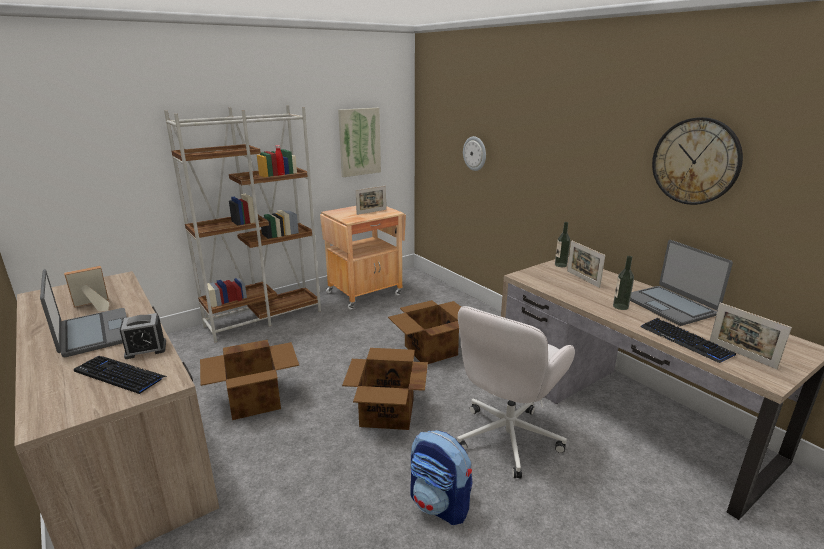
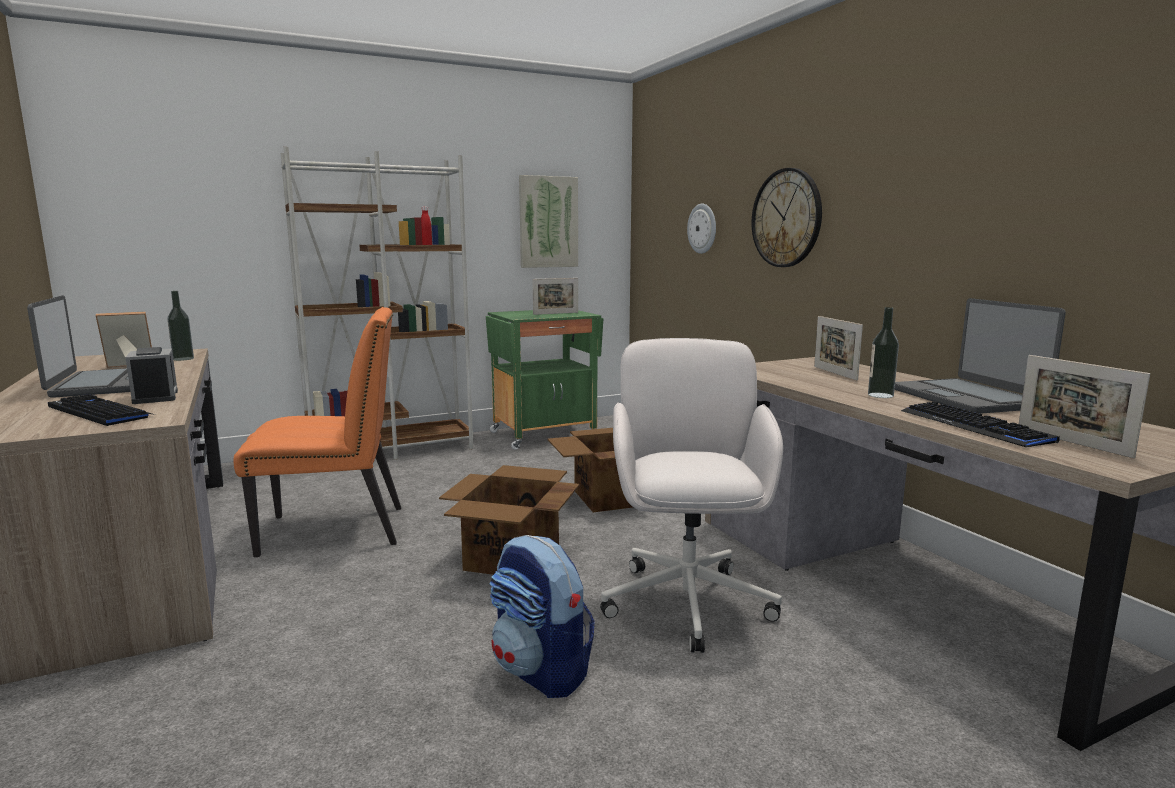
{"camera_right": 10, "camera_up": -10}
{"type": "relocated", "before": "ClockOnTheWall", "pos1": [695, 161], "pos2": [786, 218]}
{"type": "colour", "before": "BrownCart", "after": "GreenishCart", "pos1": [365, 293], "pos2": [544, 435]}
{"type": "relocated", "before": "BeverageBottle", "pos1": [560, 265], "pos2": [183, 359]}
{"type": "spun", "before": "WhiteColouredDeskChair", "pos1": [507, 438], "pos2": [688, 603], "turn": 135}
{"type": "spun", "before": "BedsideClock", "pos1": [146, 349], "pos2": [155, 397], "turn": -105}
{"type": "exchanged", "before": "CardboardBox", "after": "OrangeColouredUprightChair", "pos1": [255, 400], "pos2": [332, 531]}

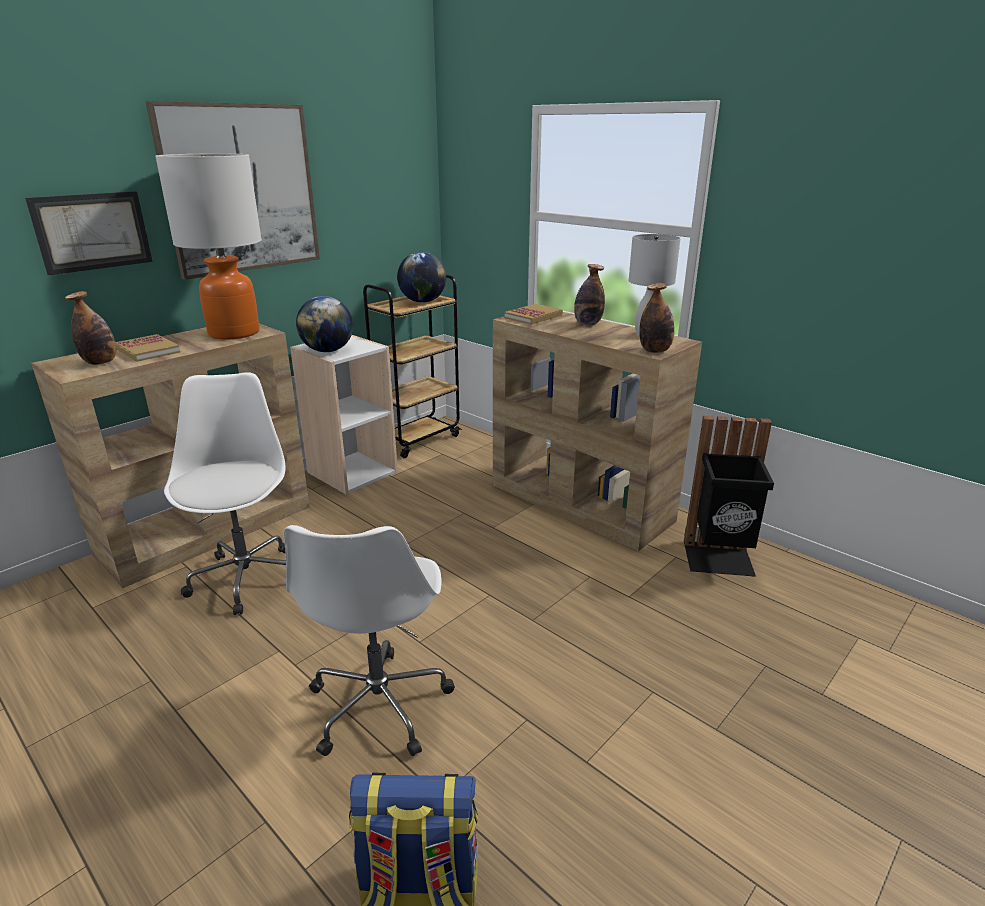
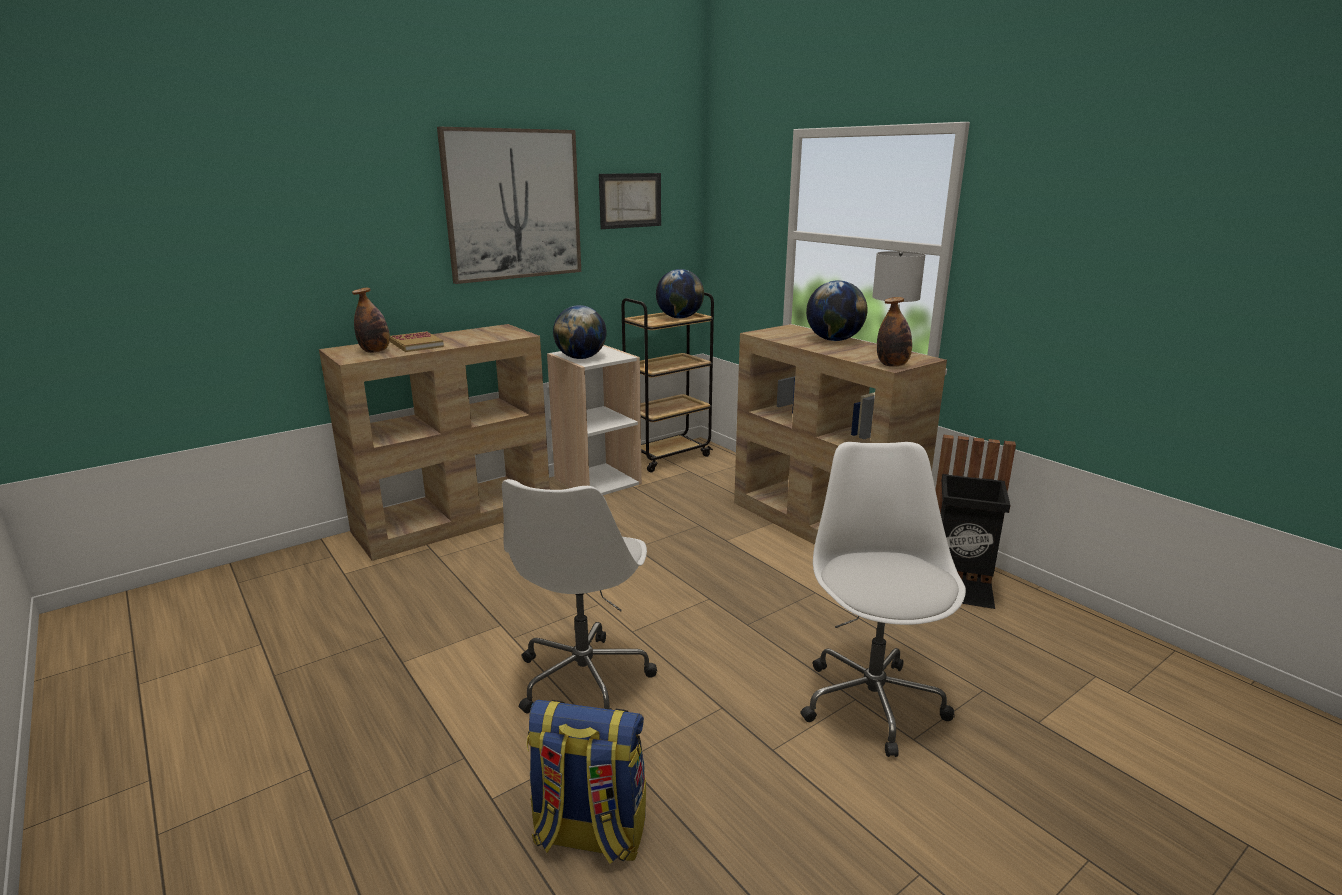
{"camera_right": 10, "camera_up": -5}
{"type": "missing", "before": "TableLamp", "pos1": [234, 333]}
{"type": "relocated", "before": "WallPicture", "pos1": [92, 231], "pos2": [630, 200]}
{"type": "exchanged", "before": "BeverageBottle", "after": "Globe", "pos1": [587, 324], "pos2": [834, 340]}
{"type": "missing", "before": "Volume", "pos1": [533, 317]}
{"type": "relocated", "before": "WhiteColouredDeskChair", "pos1": [247, 577], "pos2": [870, 701]}

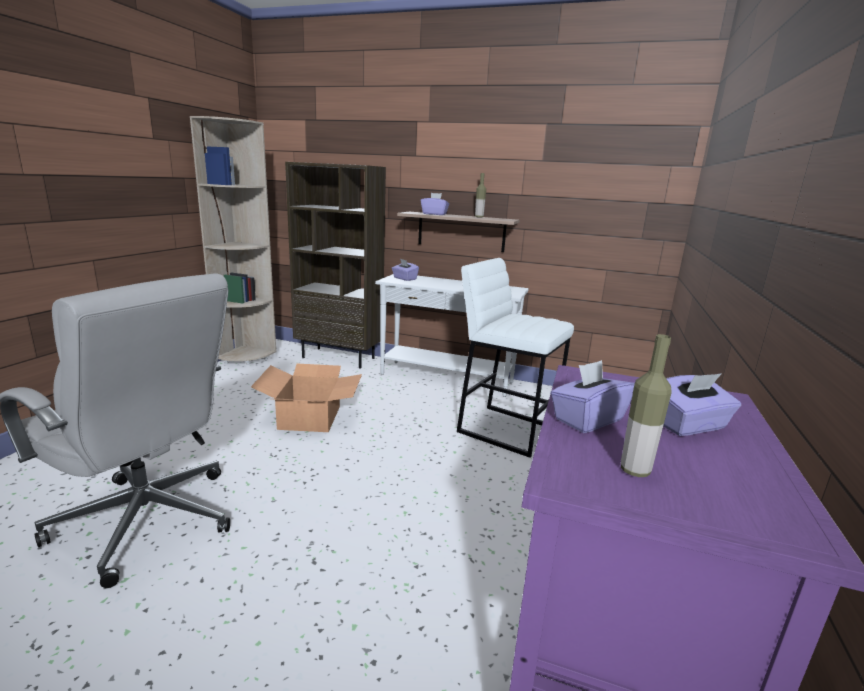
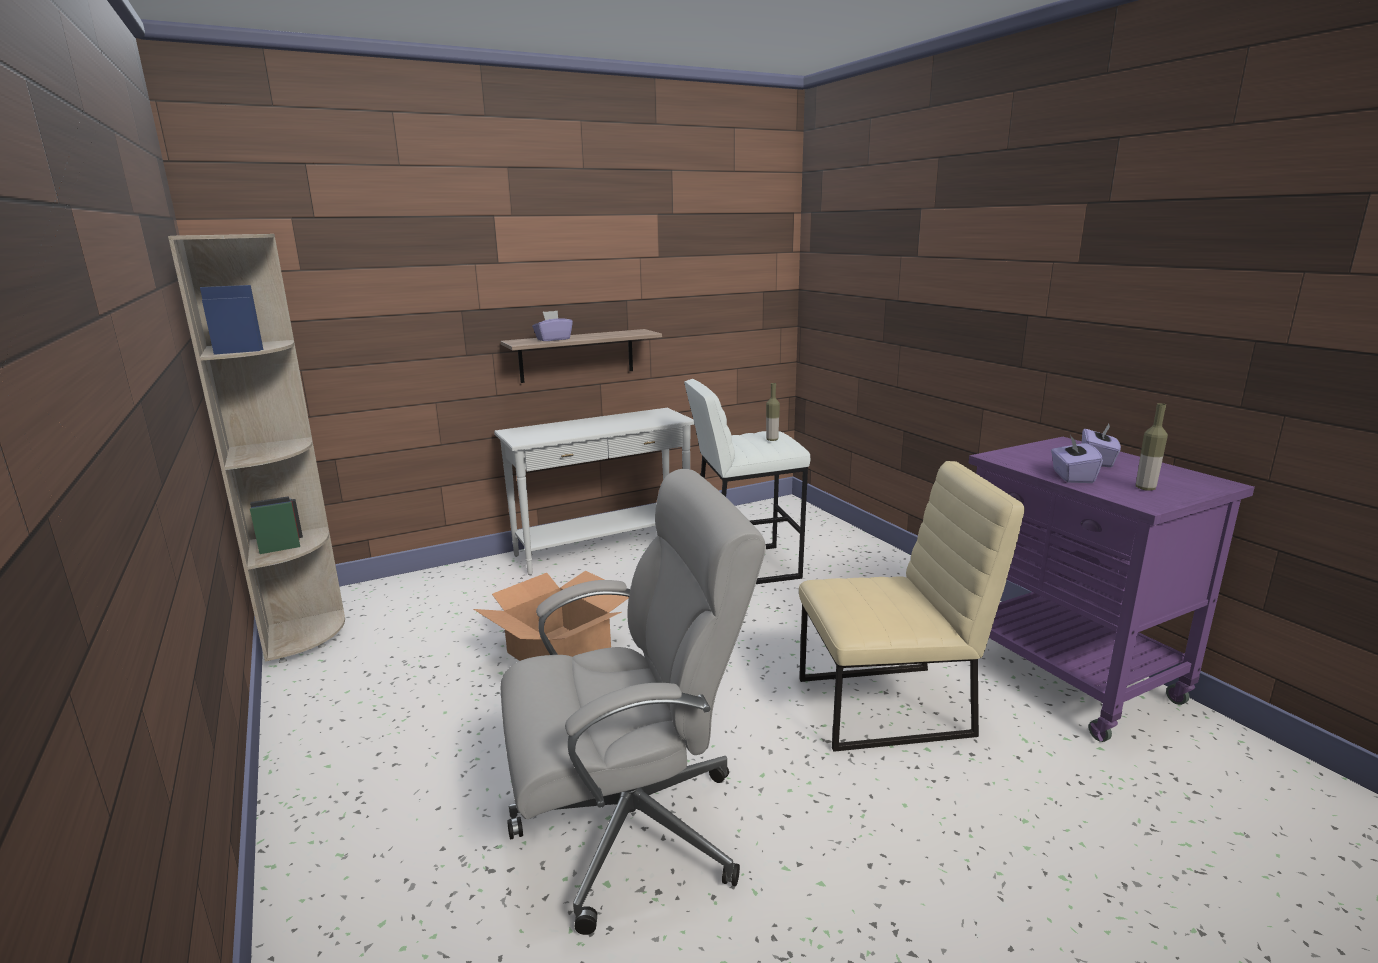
{"camera_right": -45, "camera_up": 0}
{"type": "missing", "before": "BrownBookshelf", "pos1": [339, 357]}
{"type": "relocated", "before": "BeverageBottle", "pos1": [479, 217], "pos2": [772, 440]}
{"type": "missing", "before": "PurpleTissueBox", "pos1": [404, 278]}
{"type": "appeared", "after": "BeigeUprightChair", "pos2": [889, 706]}

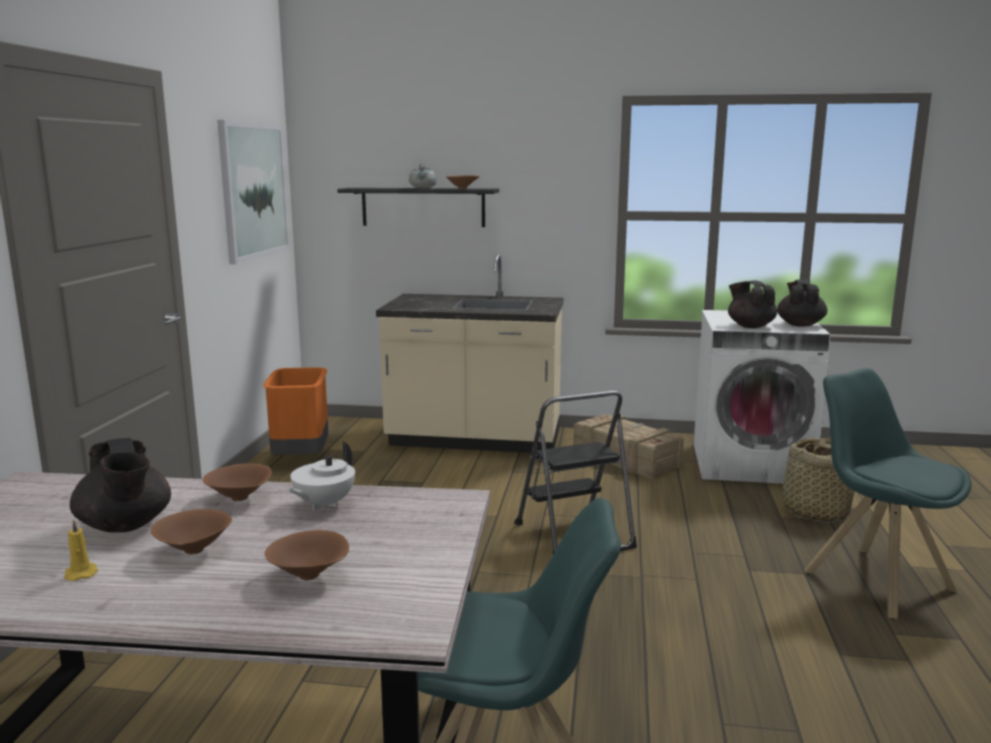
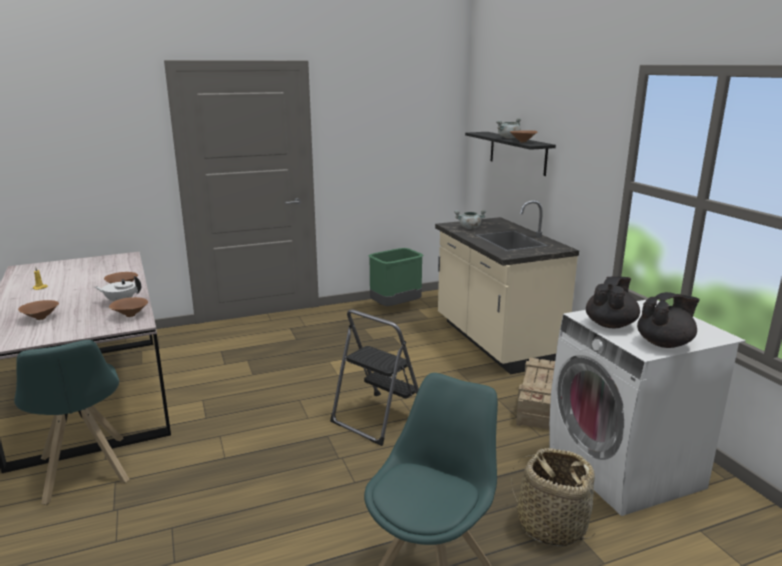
{"camera_right": 60, "camera_up": 5}
{"type": "missing", "before": "WallPicture", "pos1": [254, 190]}
{"type": "colour", "before": "OrangeColouredWasteBin", "after": "GreenishWasteBin", "pos1": [300, 458], "pos2": [395, 307]}
{"type": "missing", "before": "BlackColouredTeaPot", "pos1": [125, 526]}
{"type": "relocated", "before": "BrownBowl", "pos1": [193, 551], "pos2": [129, 315]}
{"type": "appeared", "after": "GreyishSaucepot", "pos2": [469, 228]}

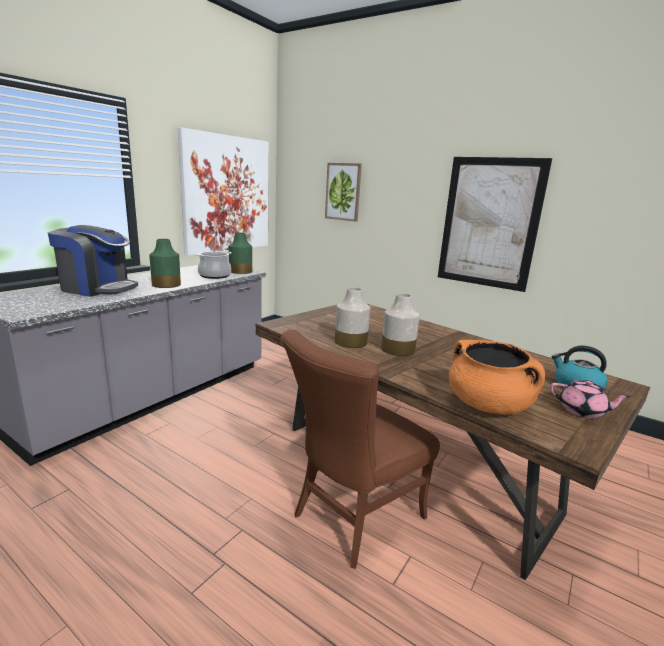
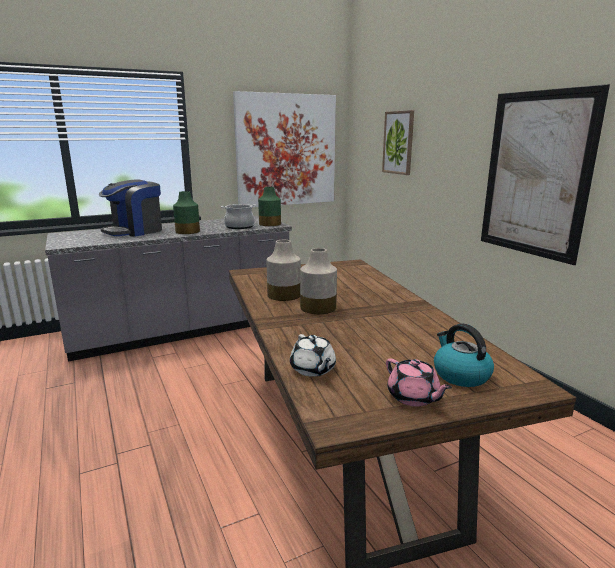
{"camera_right": 30, "camera_up": 0}
{"type": "spun", "before": "CoffeeMaker", "pos1": [97, 288], "pos2": [135, 231], "turn": 90}
{"type": "missing", "before": "BrownUprightChair", "pos1": [352, 518]}
{"type": "exchanged", "before": "OrangeColouredSaucepot", "after": "WhiteColouredTeaPot", "pos1": [488, 406], "pos2": [313, 369]}

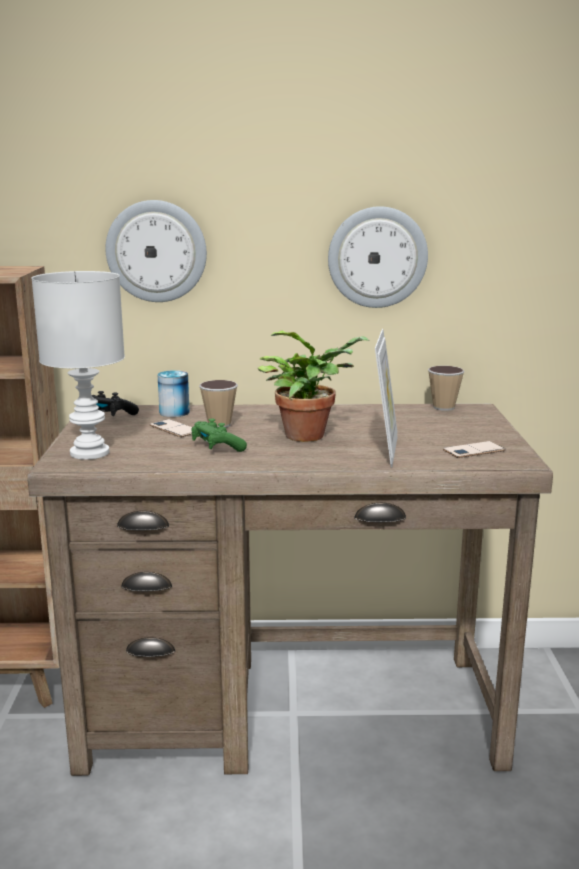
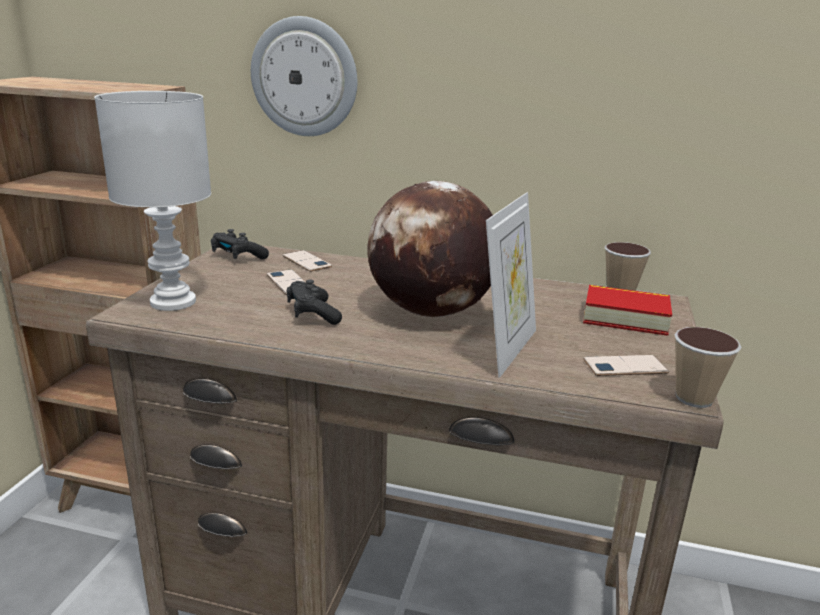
{"camera_right": 15, "camera_up": 5}
{"type": "missing", "before": "ClockOnTheWall", "pos1": [377, 257]}
{"type": "exchanged", "before": "Houseplant", "after": "Globe", "pos1": [309, 435], "pos2": [431, 312]}
{"type": "exchanged", "before": "MetalCan", "after": "Phone", "pos1": [174, 412], "pos2": [306, 261]}
{"type": "relocated", "before": "DrinkingCup", "pos1": [219, 424], "pos2": [694, 398]}
{"type": "colour", "before": "GreenishGameController", "after": "BlackColouredGameController", "pos1": [217, 447], "pos2": [313, 314]}
{"type": "appeared", "after": "Volume", "pos2": [625, 318]}

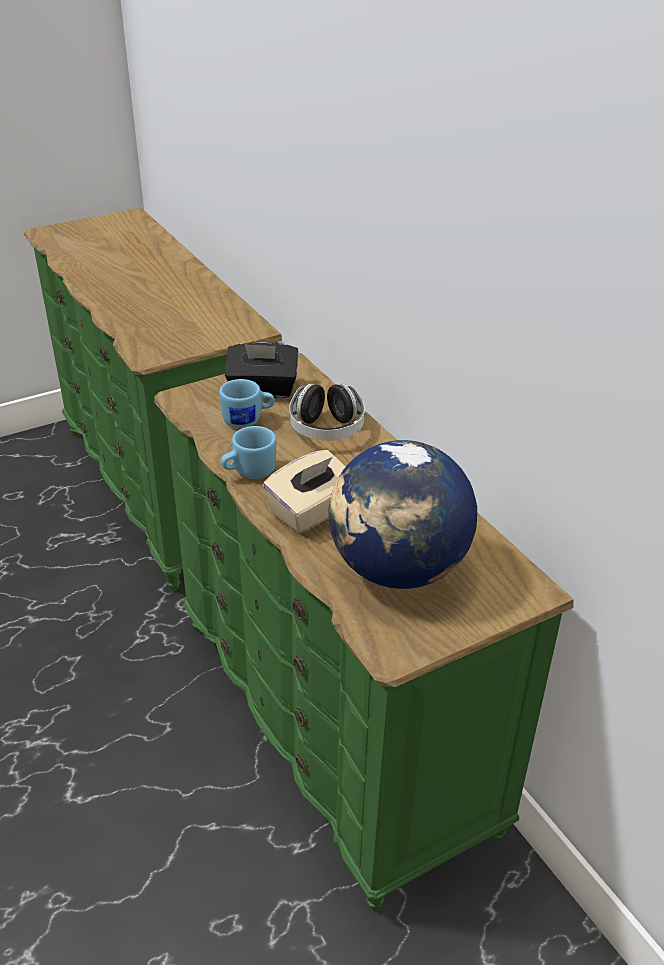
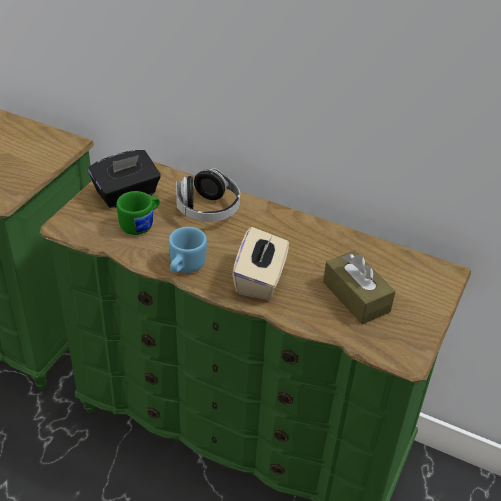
{"camera_right": -35, "camera_up": 5}
{"type": "colour", "before": "BluishCoffeeMug", "after": "GreenishCoffeeMug", "pos1": [248, 420], "pos2": [141, 224]}
{"type": "exchanged", "before": "Globe", "after": "BrownTissueBox", "pos1": [398, 570], "pos2": [356, 297]}

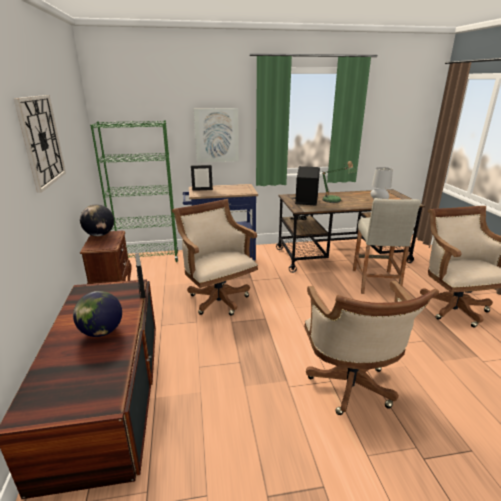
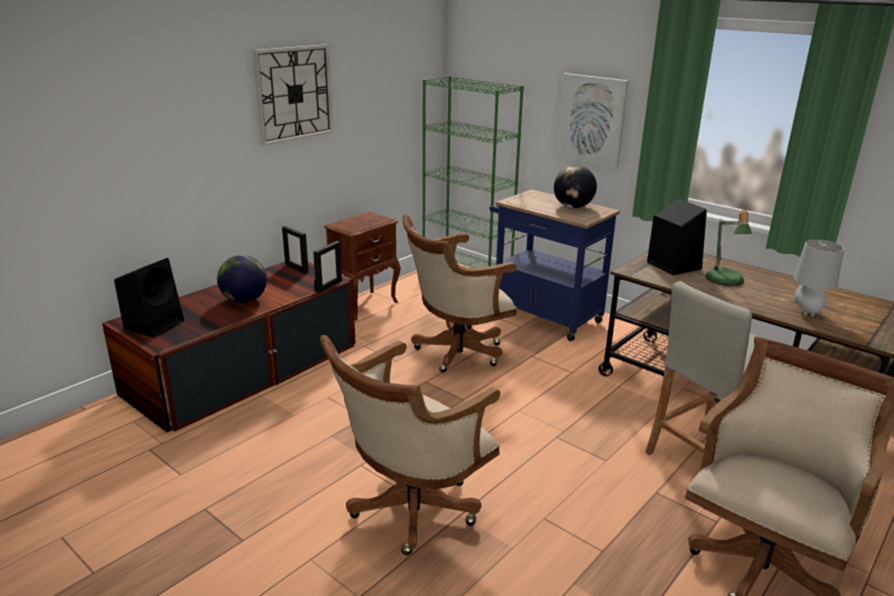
{"camera_right": 50, "camera_up": 0}
{"type": "relocated", "before": "PhotoFrame", "pos1": [202, 189], "pos2": [297, 268]}
{"type": "spun", "before": "DeskChair", "pos1": [217, 299], "pos2": [455, 353], "turn": -135}
{"type": "relocated", "before": "Globe", "pos1": [99, 235], "pos2": [573, 207]}
{"type": "appeared", "after": "BlackColouredSpeaker", "pos2": [155, 324]}

